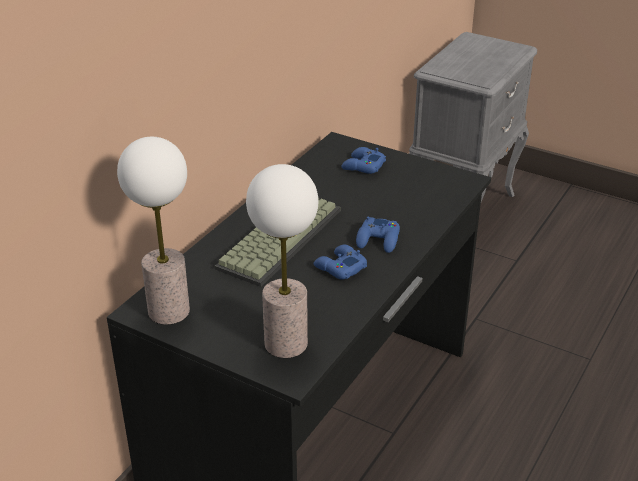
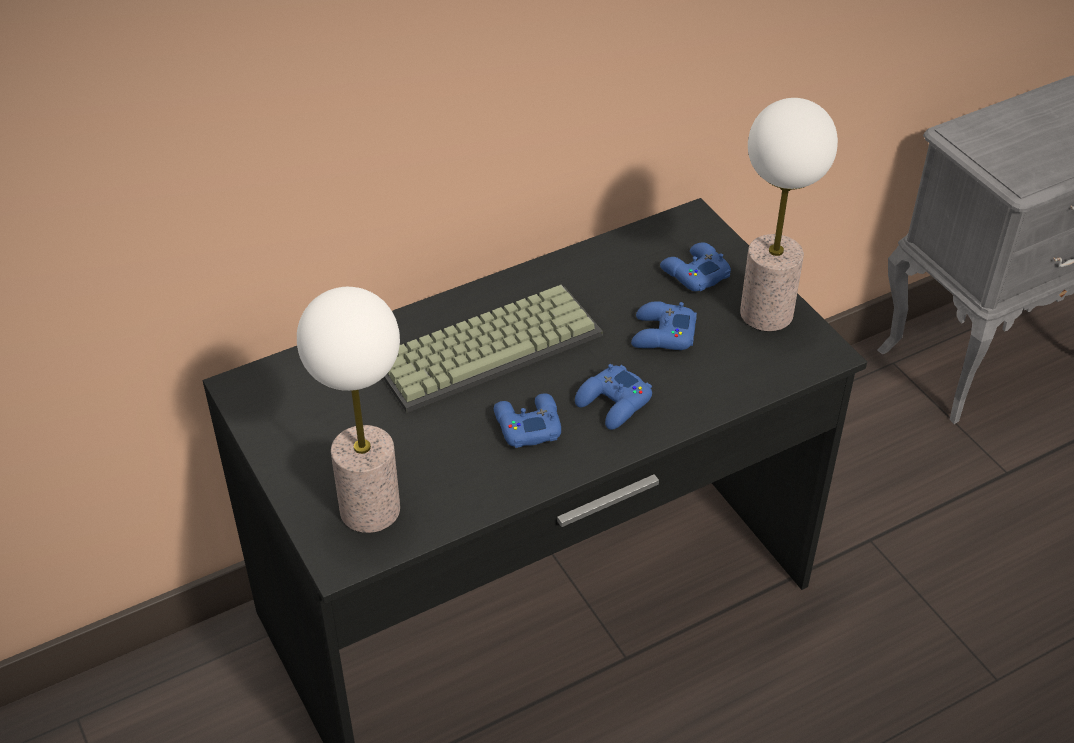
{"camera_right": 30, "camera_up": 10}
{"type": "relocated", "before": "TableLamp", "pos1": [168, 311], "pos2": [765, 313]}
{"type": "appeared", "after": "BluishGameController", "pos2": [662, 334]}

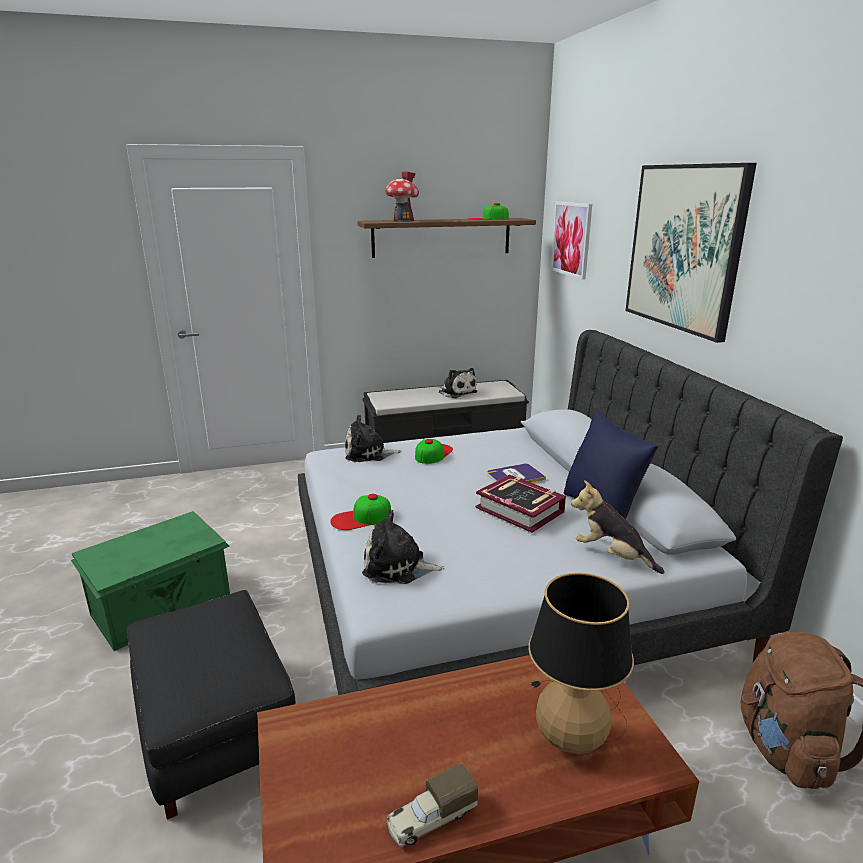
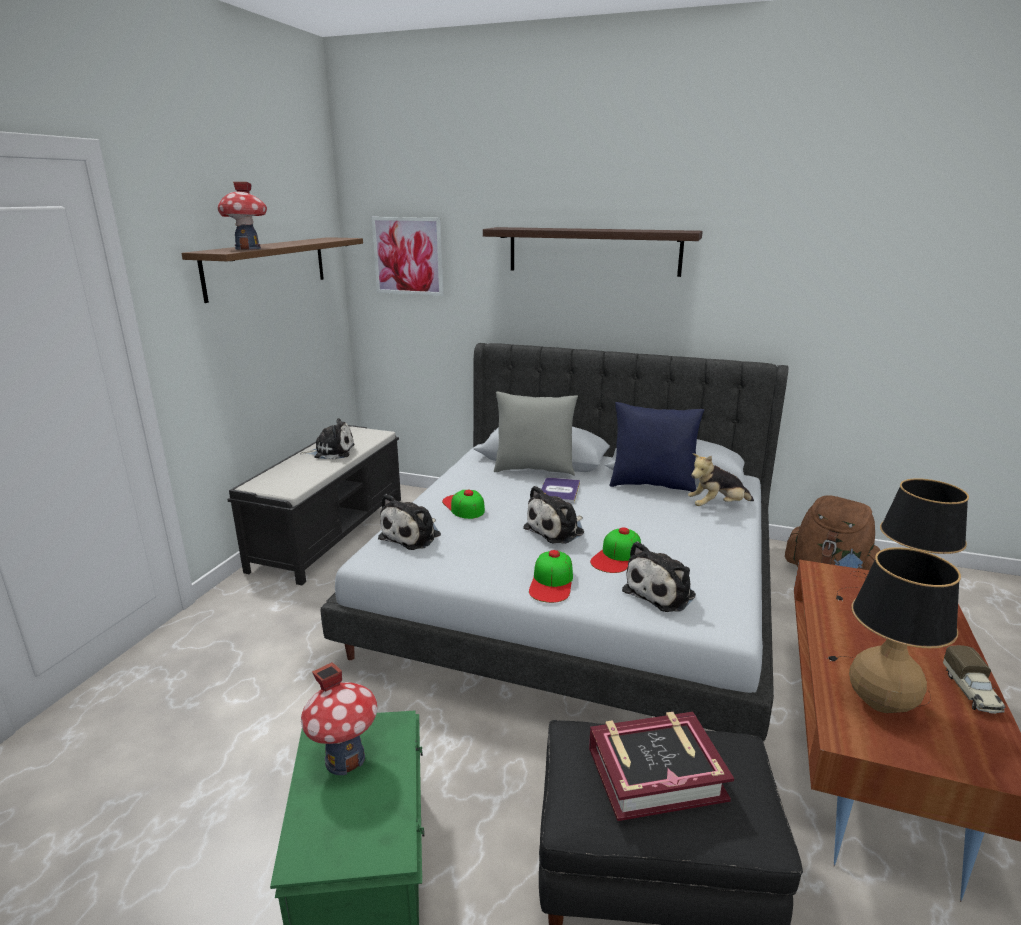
{"camera_right": -55, "camera_up": 0}
{"type": "exchanged", "before": "WallPicture", "after": "Shelf", "pos1": [684, 248], "pos2": [593, 251]}
{"type": "relocated", "before": "Cap", "pos1": [488, 219], "pos2": [616, 556]}
{"type": "relocated", "before": "Volume", "pos1": [520, 510], "pos2": [655, 773]}
{"type": "appeared", "after": "GreyishCushion", "pos2": [534, 469]}
{"type": "appeared", "after": "SoftToy", "pos2": [557, 530]}
{"type": "appeared", "after": "TableLamp", "pos2": [882, 698]}
{"type": "appeared", "after": "MiniatureHouse", "pos2": [345, 759]}

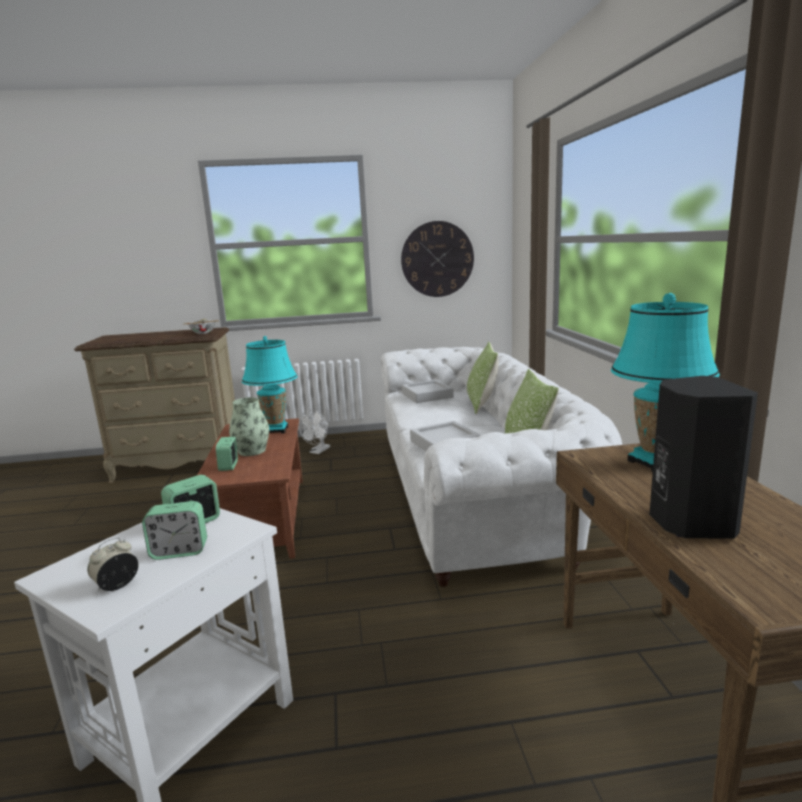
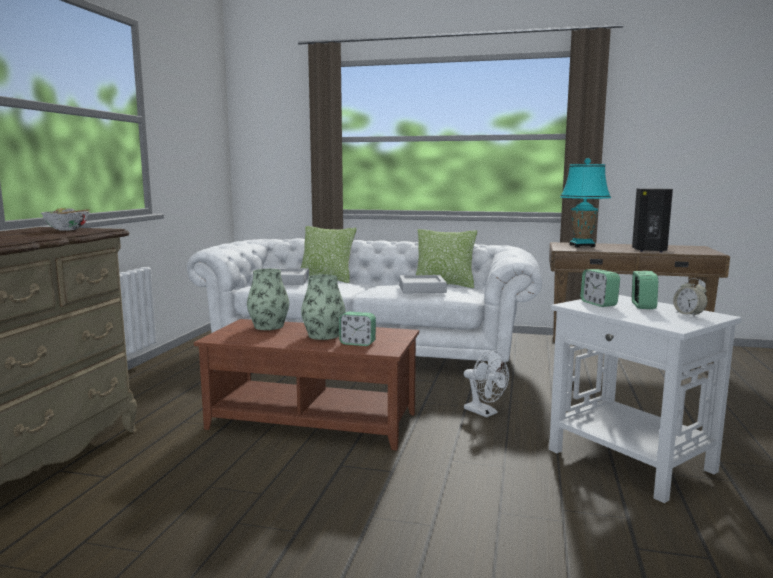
{"camera_right": -70, "camera_up": -5}
{"type": "missing", "before": "ClockOnTheWall", "pos1": [437, 259]}
{"type": "exchanged", "before": "TurquoiseTableLamp", "after": "FlowerVase", "pos1": [276, 430], "pos2": [269, 326]}
{"type": "relocated", "before": "WhiteColouredFan", "pos1": [318, 451], "pos2": [485, 412]}

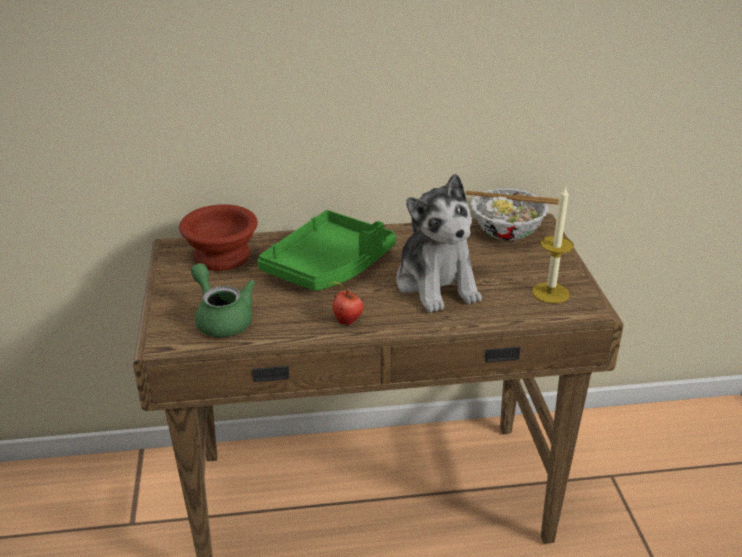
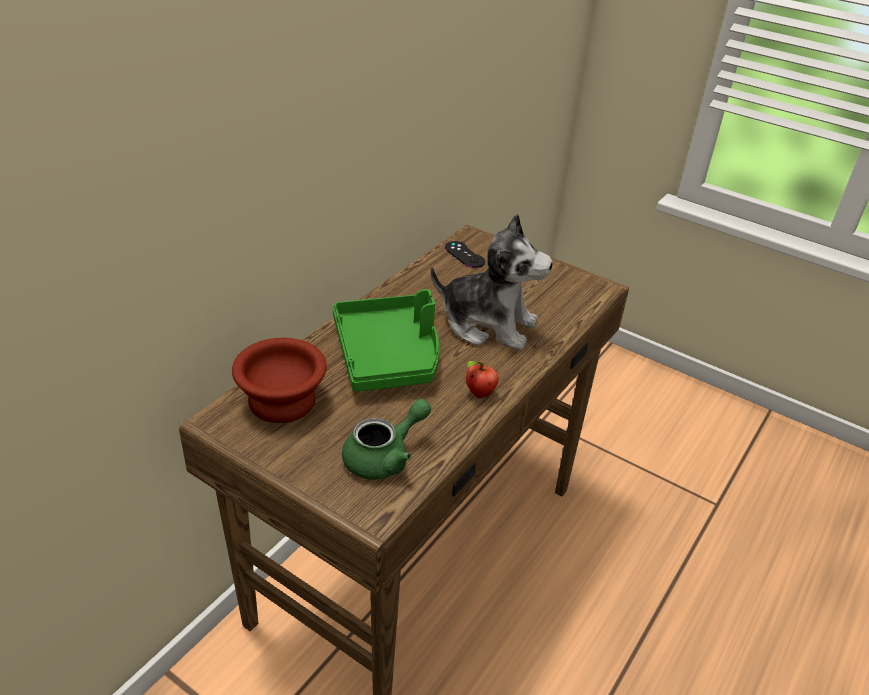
{"camera_right": -50, "camera_up": 5}
{"type": "missing", "before": "WaxCandle", "pos1": [550, 293]}
{"type": "exchanged", "before": "Bowl", "after": "BlackColouredGameController", "pos1": [507, 232], "pos2": [464, 255]}
{"type": "spun", "before": "GreenishTeaPot", "pos1": [222, 318], "pos2": [385, 457], "turn": 135}

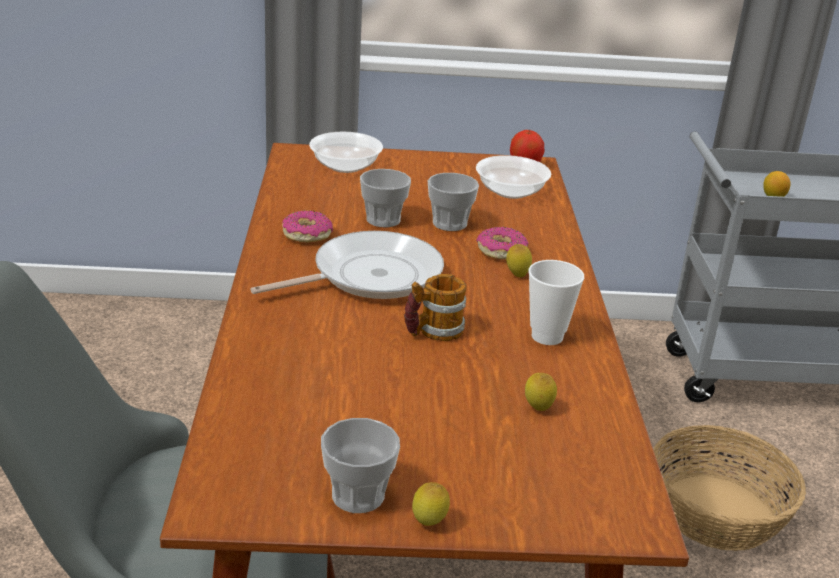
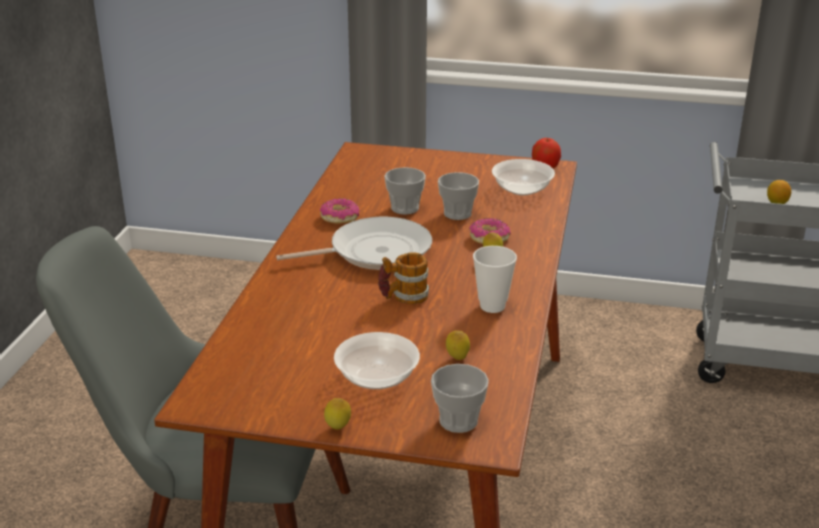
{"camera_right": 15, "camera_up": 0}
{"type": "relocated", "before": "Bowl", "pos1": [345, 166], "pos2": [376, 377]}
{"type": "relocated", "before": "DrinkingCup", "pos1": [358, 496], "pos2": [458, 421]}
{"type": "missing", "before": "HouseholdBasket", "pos1": [717, 512]}

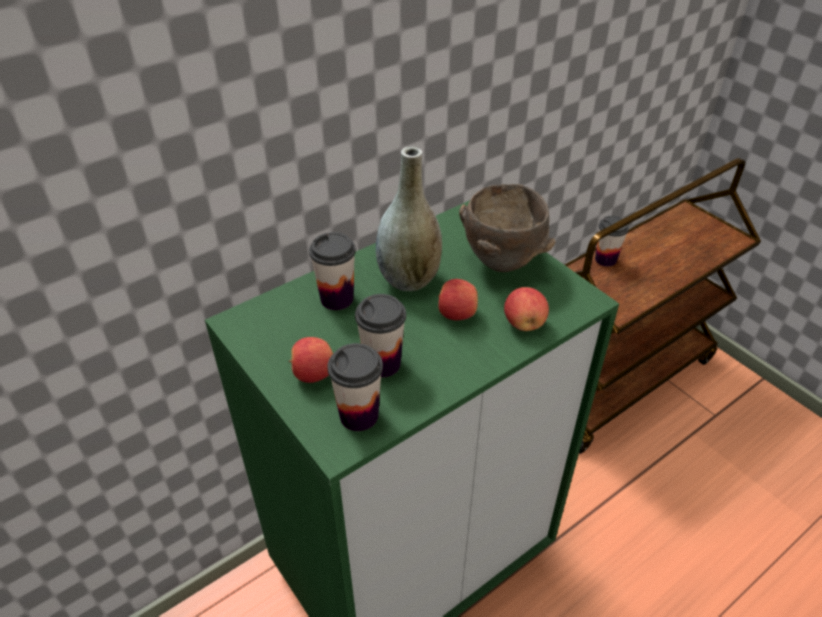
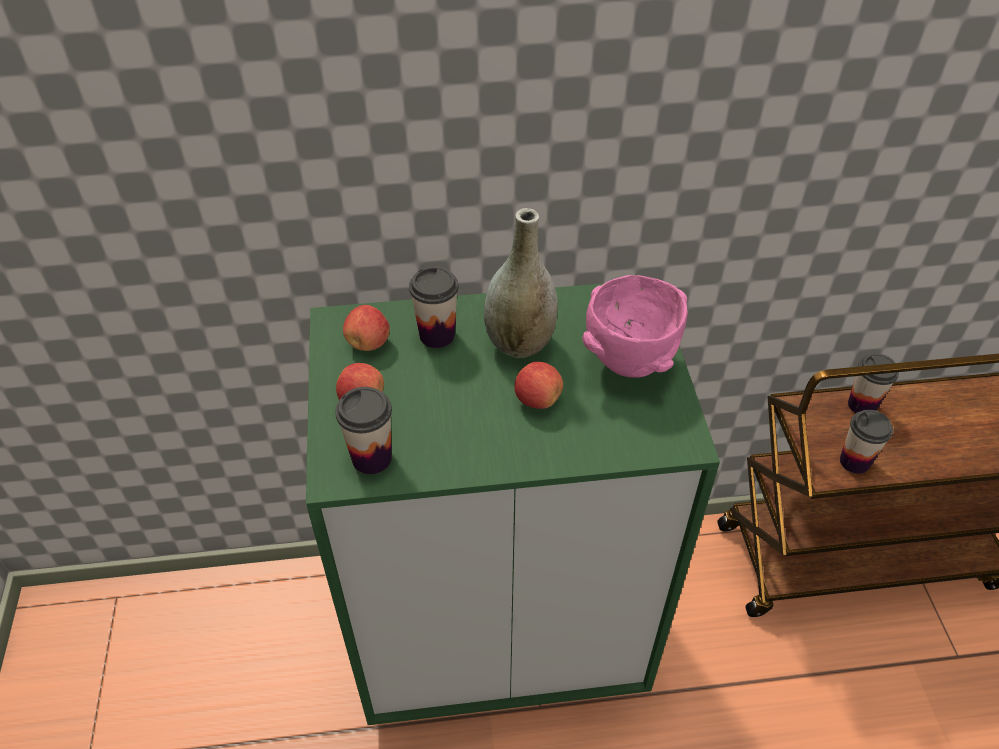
{"camera_right": 30, "camera_up": 5}
{"type": "colour", "before": "BrownBowl", "after": "PinkBowl", "pos1": [502, 263], "pos2": [628, 365]}
{"type": "relocated", "before": "AppleFruit", "pos1": [524, 323], "pos2": [368, 342]}
{"type": "relocated", "before": "DrinkingCup", "pos1": [382, 364], "pos2": [854, 461]}

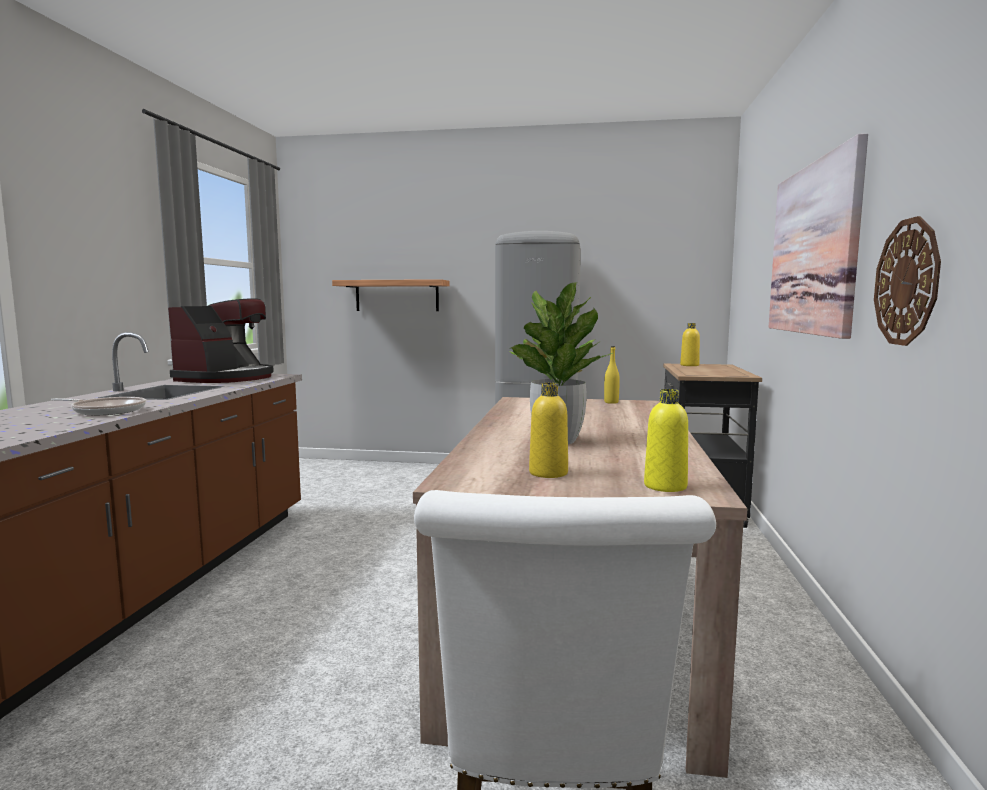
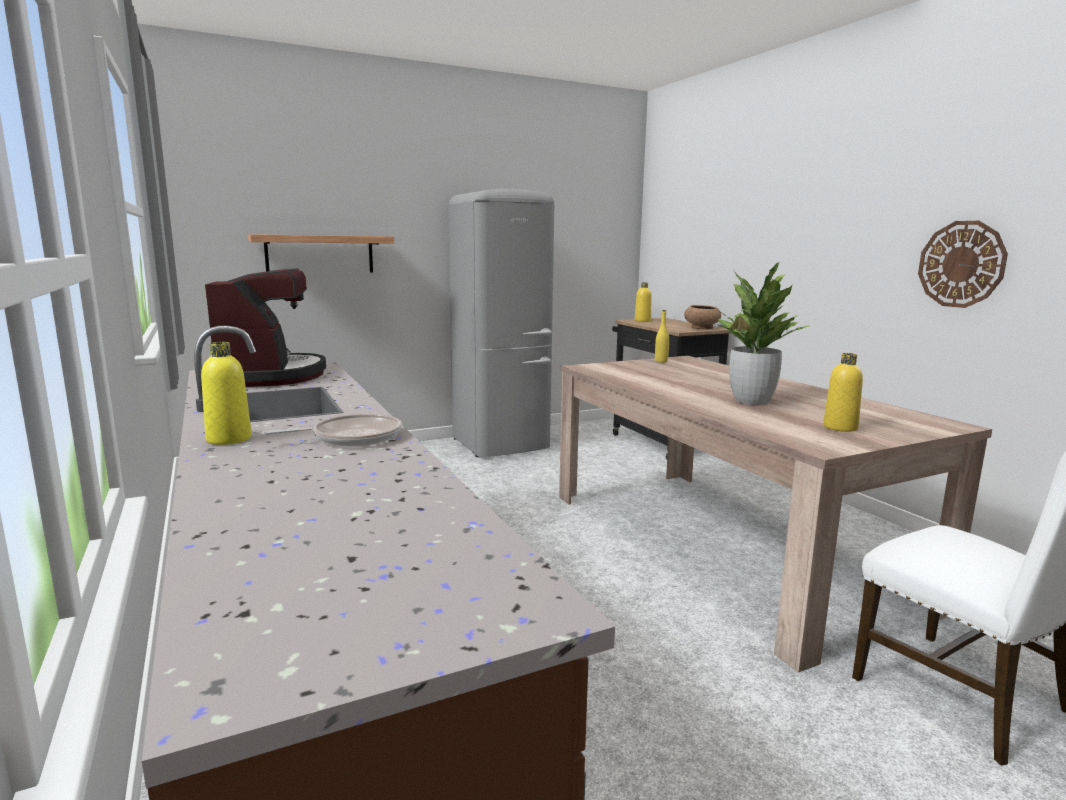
{"camera_right": -35, "camera_up": 5}
{"type": "missing", "before": "WallPicture", "pos1": [813, 249]}
{"type": "relocated", "before": "YellowColouredBeverageBottle", "pos1": [665, 486], "pos2": [229, 439]}
{"type": "appeared", "after": "BrownBowl", "pos2": [702, 328]}

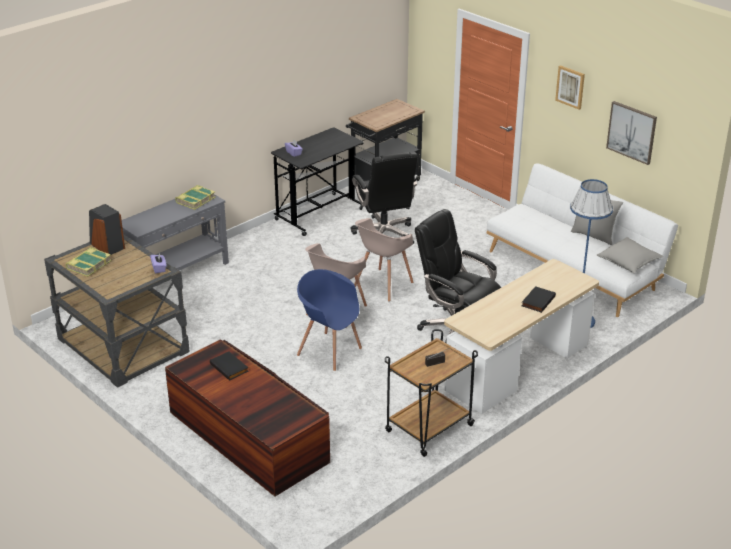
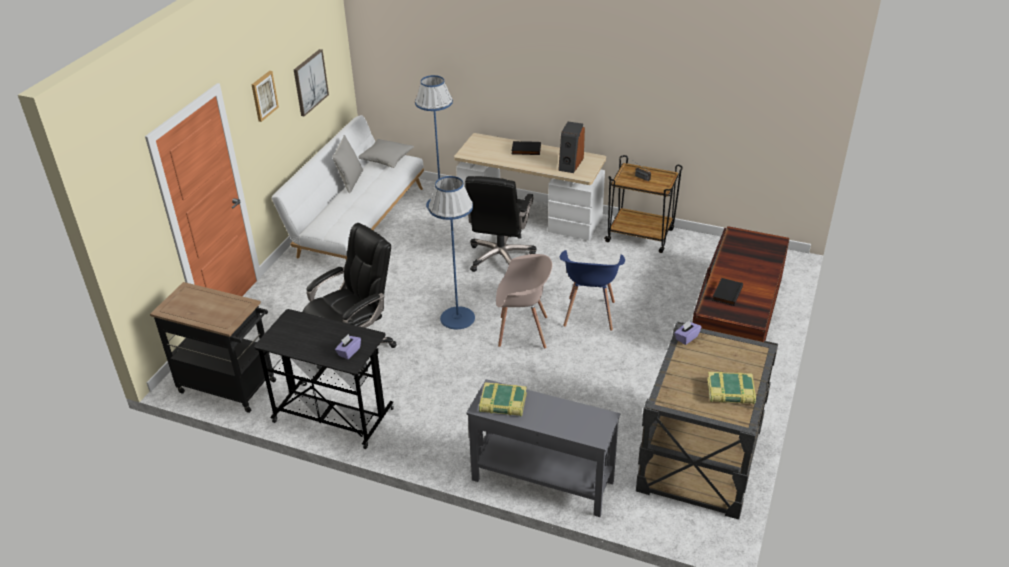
{"camera_right": -115, "camera_up": 5}
{"type": "relocated", "before": "Speaker", "pos1": [106, 246], "pos2": [570, 164]}
{"type": "exchanged", "before": "BeigeUprightChair", "after": "BluishStandardLamp", "pos1": [383, 285], "pos2": [457, 318]}

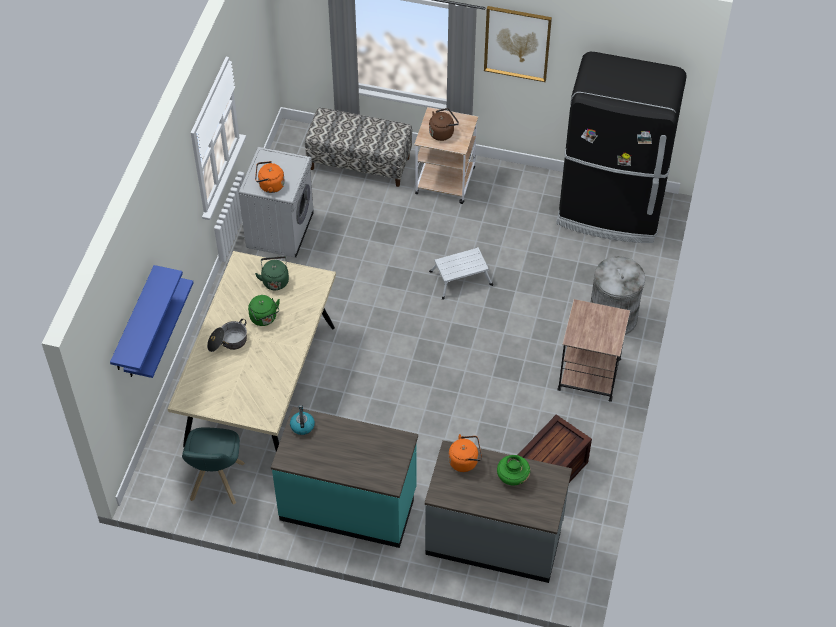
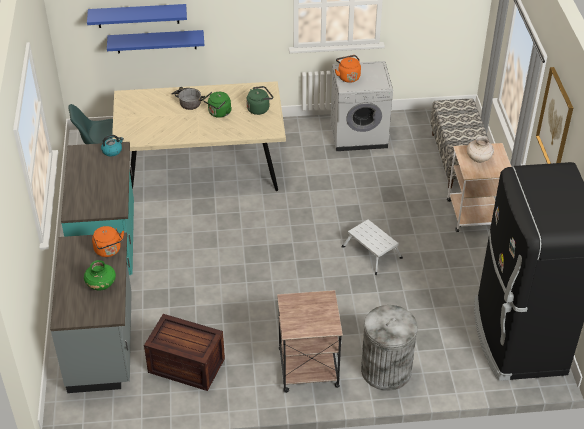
{"camera_right": 70, "camera_up": -10}
{"type": "exchanged", "before": "BrownKettle", "after": "BeigeFlowerVase", "pos1": [442, 132], "pos2": [478, 159]}

